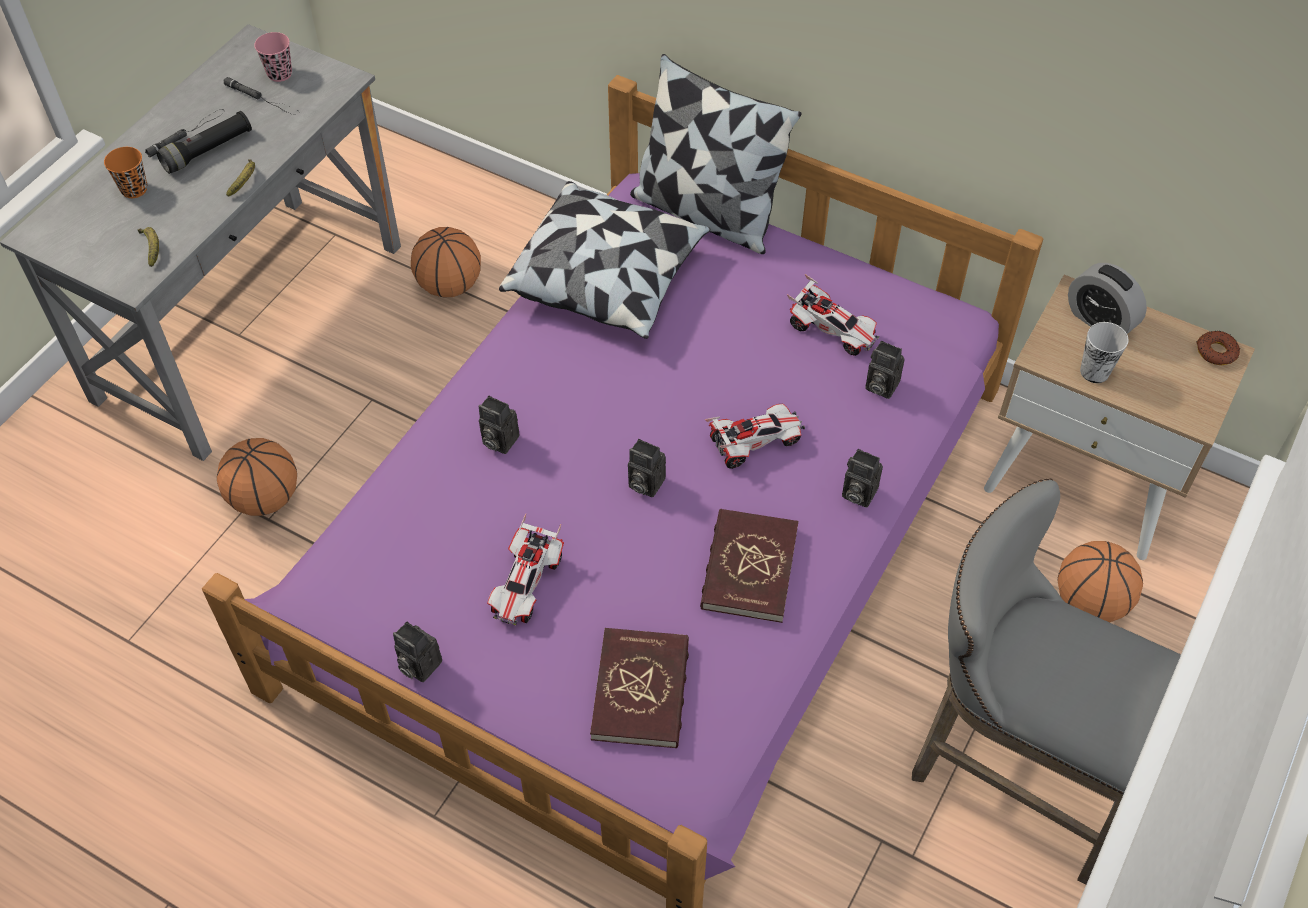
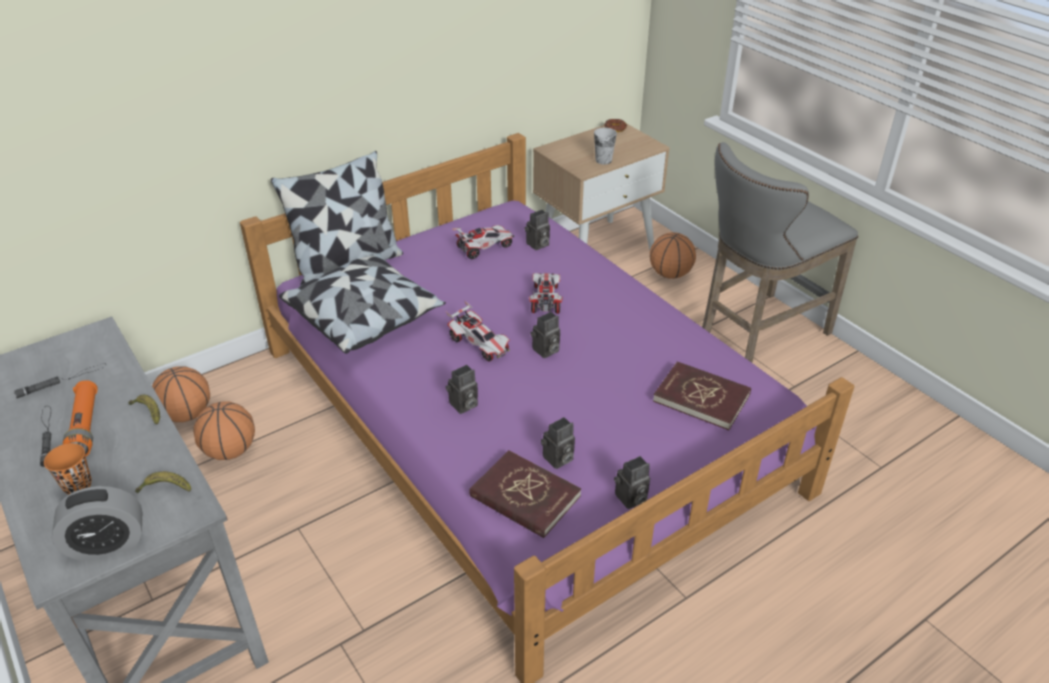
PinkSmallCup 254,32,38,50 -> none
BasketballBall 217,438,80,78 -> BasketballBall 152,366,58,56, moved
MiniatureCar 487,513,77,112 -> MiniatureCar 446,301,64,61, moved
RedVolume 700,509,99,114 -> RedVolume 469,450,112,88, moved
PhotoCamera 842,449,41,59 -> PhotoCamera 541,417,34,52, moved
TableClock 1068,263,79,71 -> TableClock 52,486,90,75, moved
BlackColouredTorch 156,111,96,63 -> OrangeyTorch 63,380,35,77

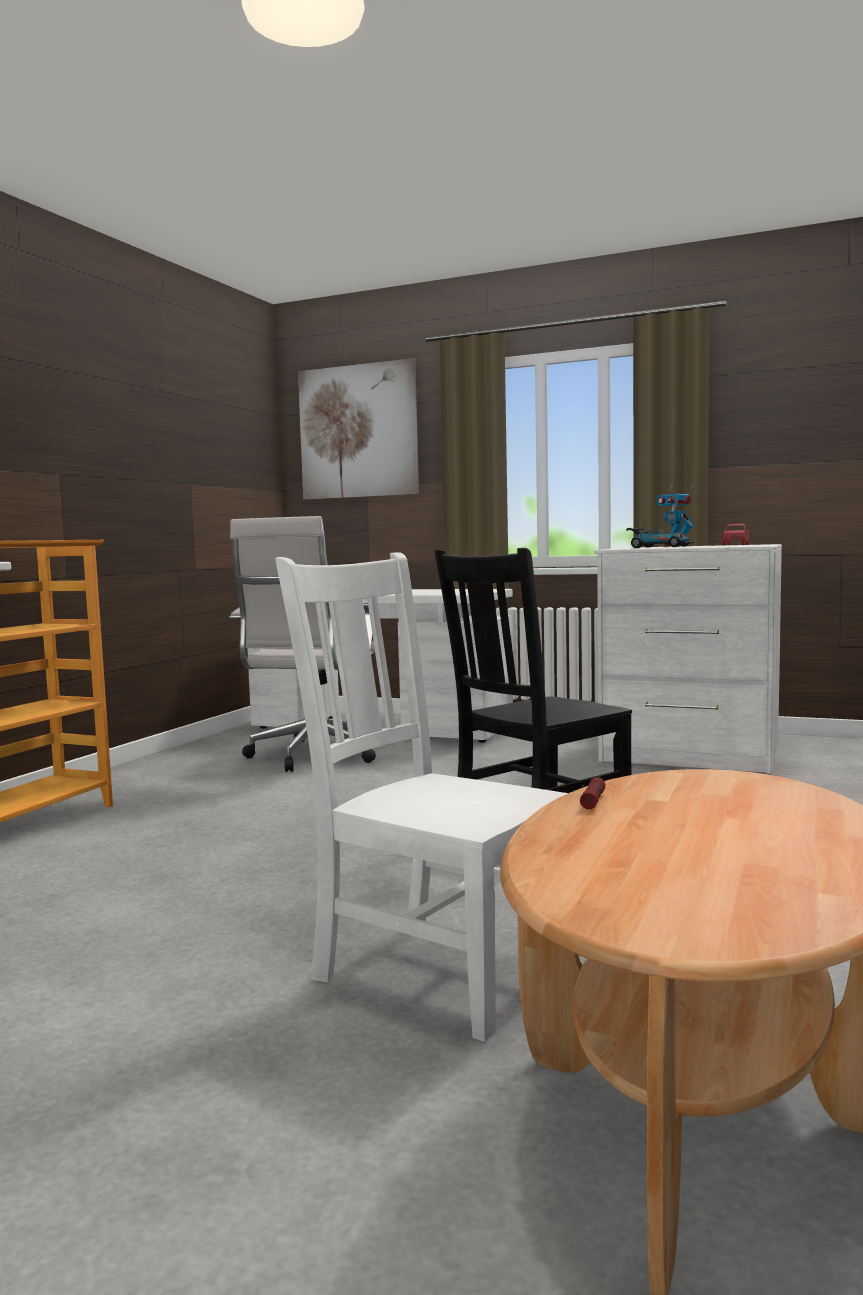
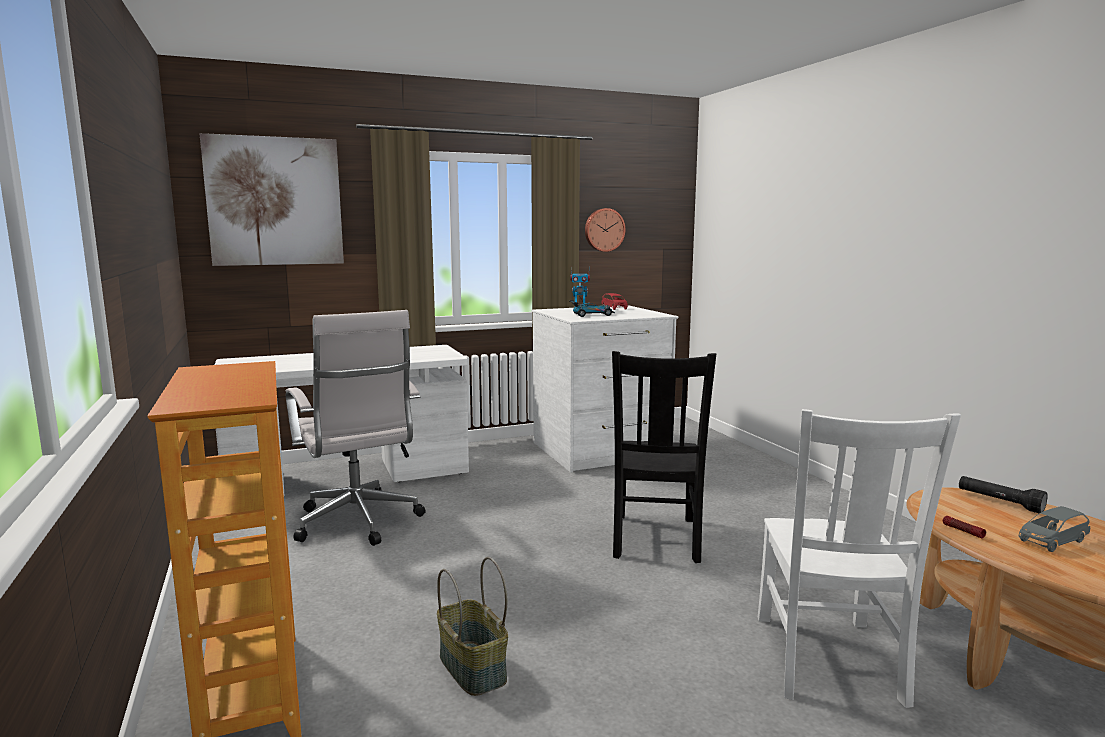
none -> HouseholdBasket 437,557,71,139
none -> WallClock 585,208,41,44
none -> BlackColouredTorch 959,476,89,37
none -> GreyMiniatureCar 1019,506,71,46
WhiteUprightChair 275,552,293,490 -> WhiteUprightChair 758,409,203,299, 75 degrees counterclockwise

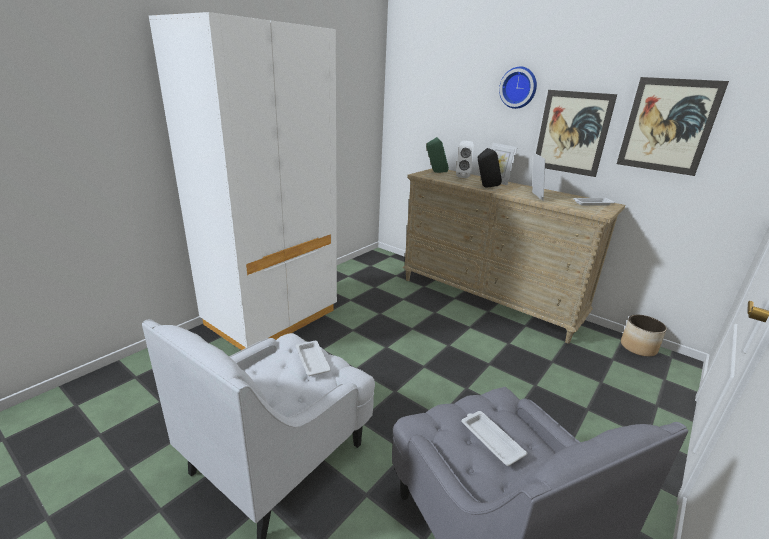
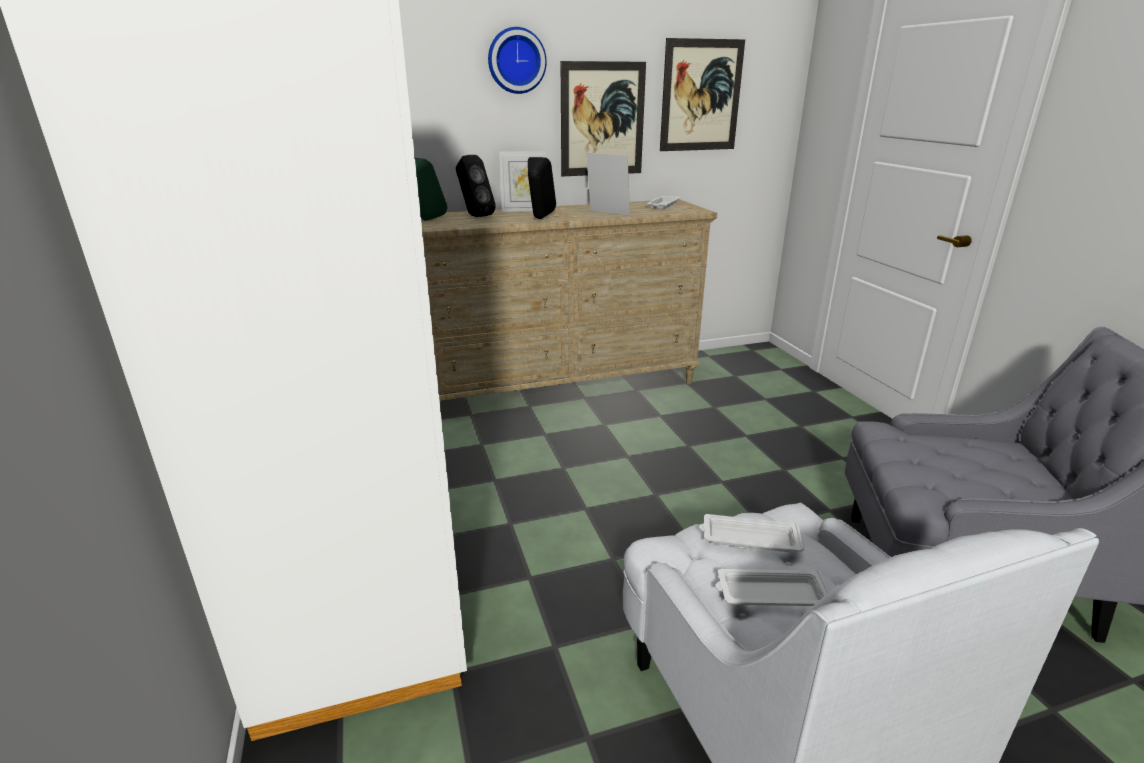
FlowerPot 621,315,46,42 -> none
WhiteCarryingTray 461,411,66,55 -> WhiteCarryingTray 715,569,115,37, moved
WhiteAudioSpeaker 456,141,18,37 -> BlackColouredAudioSpeaker 456,155,40,62

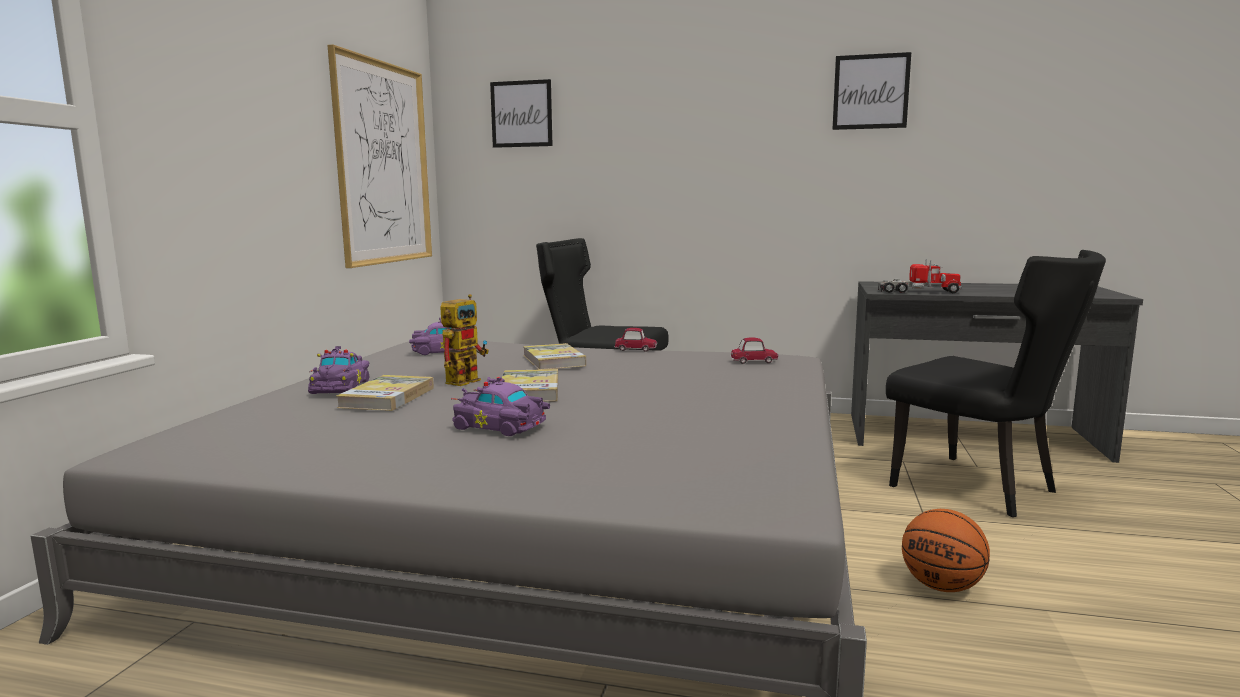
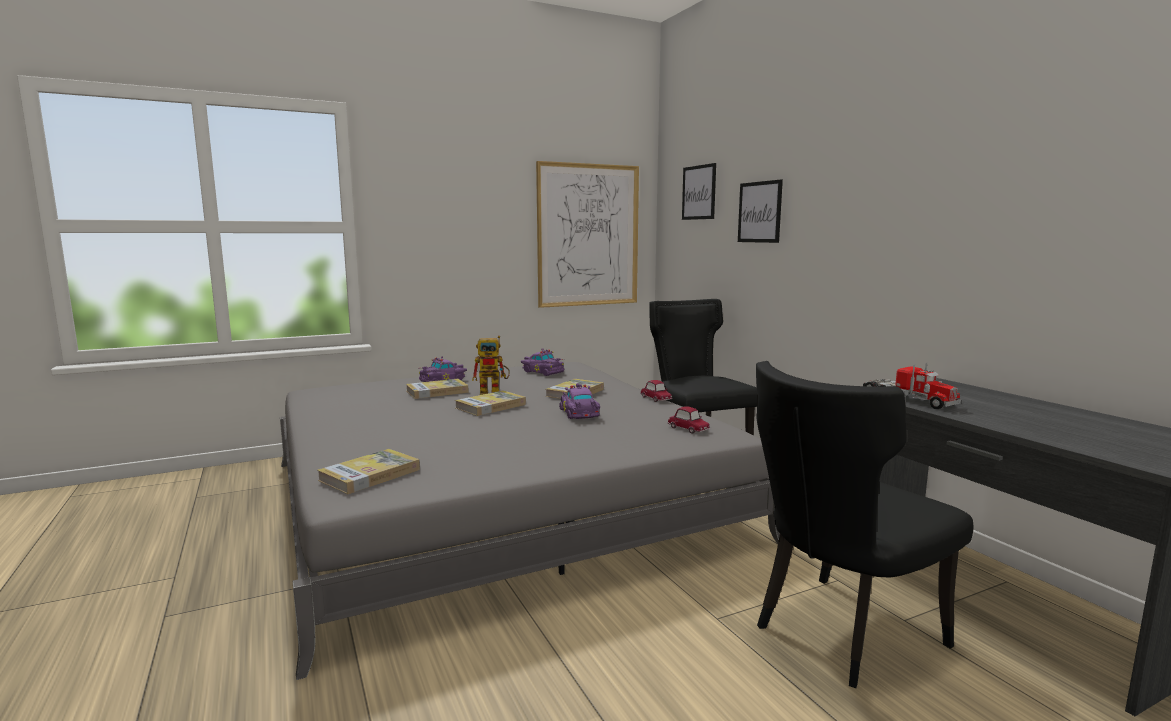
BasketballBall 902,509,88,83 -> none
none -> Volume 317,449,103,45
PurplishMiniatureCar 451,377,99,59 -> PurplishMiniatureCar 559,383,41,36, moved
WallArt 832,52,79,78 -> WallArt 738,179,45,64, moved
BlackColouredUprightChair 886,250,220,267 -> BlackColouredUprightChair 756,361,218,327, 45 degrees clockwise

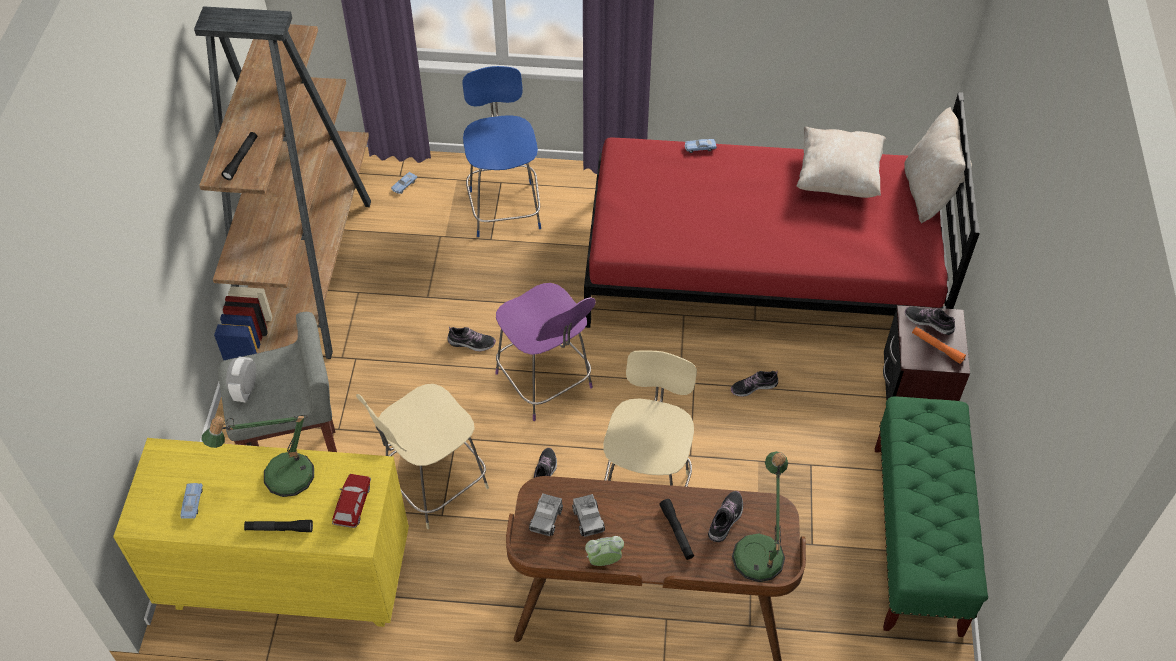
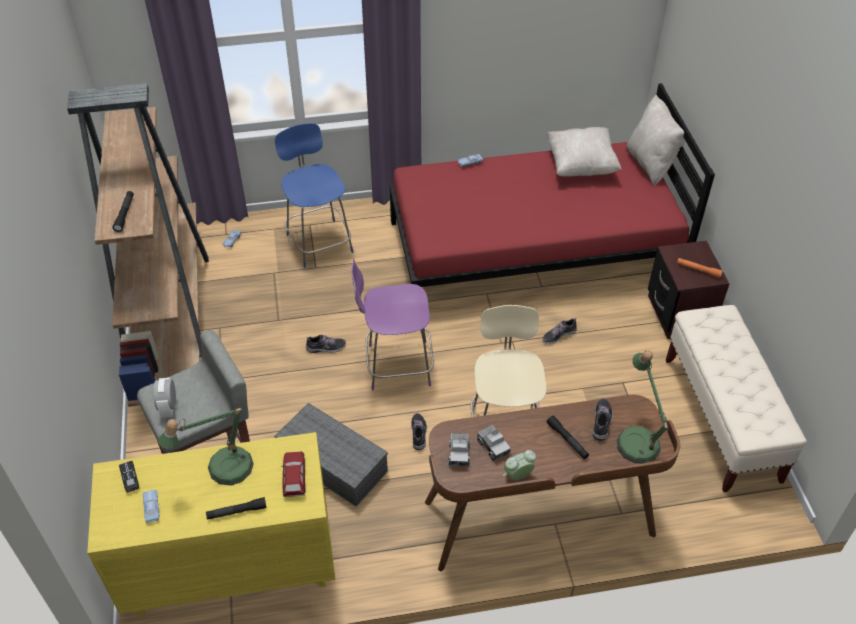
Shoe 905,307,50,28 -> none
none -> BlackColouredMiniatureCar 119,461,20,32
BeigeUprightChair 356,384,133,145 -> GreyStorageContainer 274,403,114,103
GreenBench 875,397,113,240 -> BeigeBench 666,305,141,187
PurplishUprightChair 495,283,101,138 -> PurplishUprightChair 351,258,83,132, 135 degrees clockwise

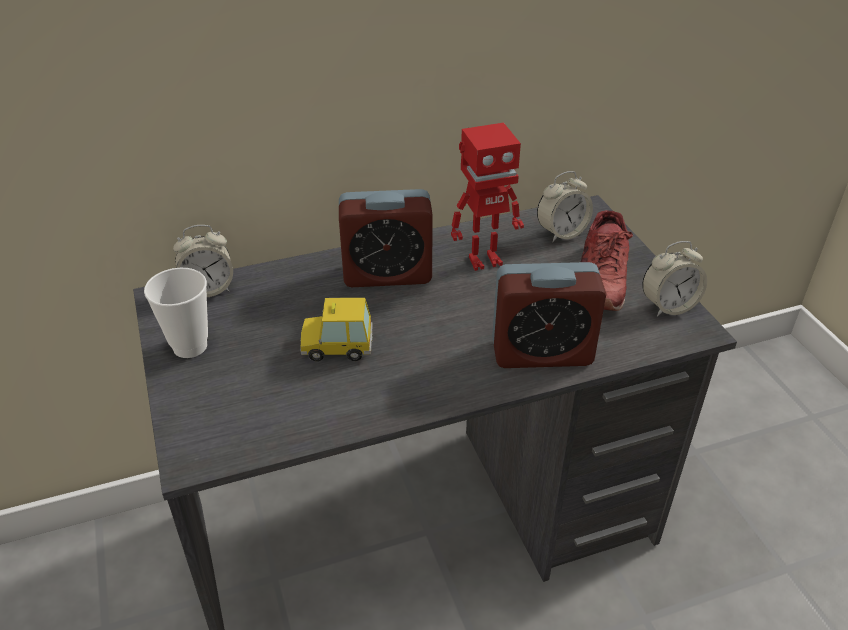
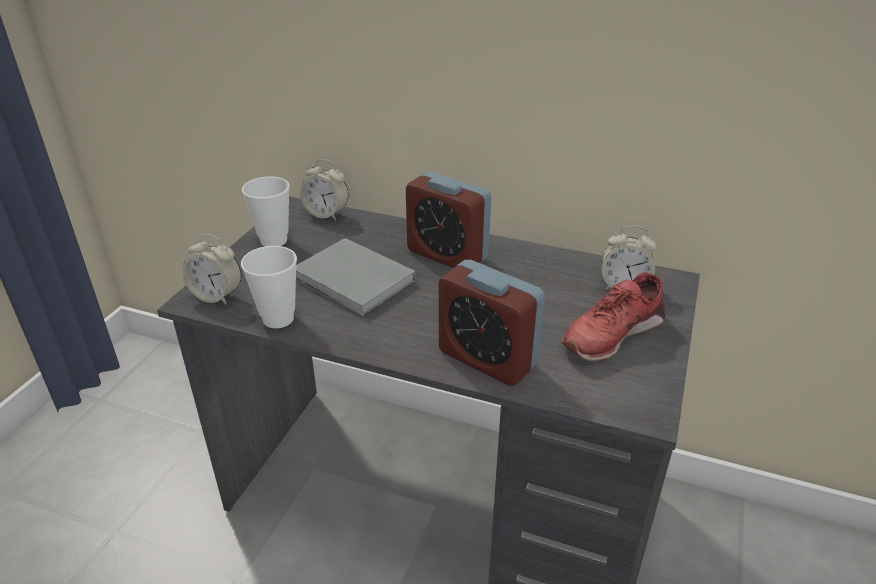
ToyRobot 451,123,73,148 -> none
none -> SmallCup 241,246,56,82
TableClock 642,241,65,76 -> TableClock 182,234,59,71, moved
MiniatureCar 300,298,73,63 -> GreyVolume 296,238,120,78

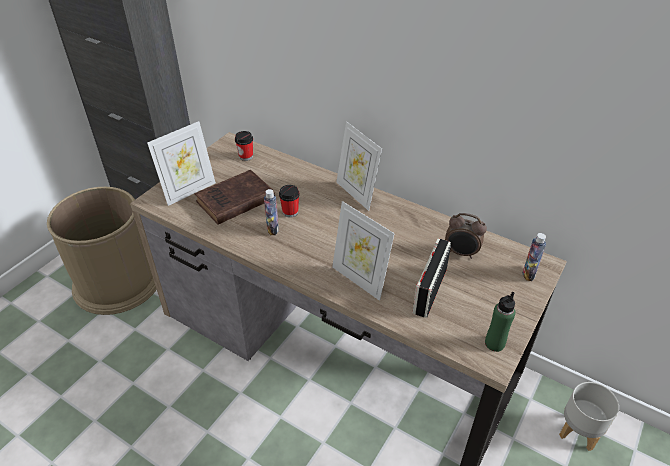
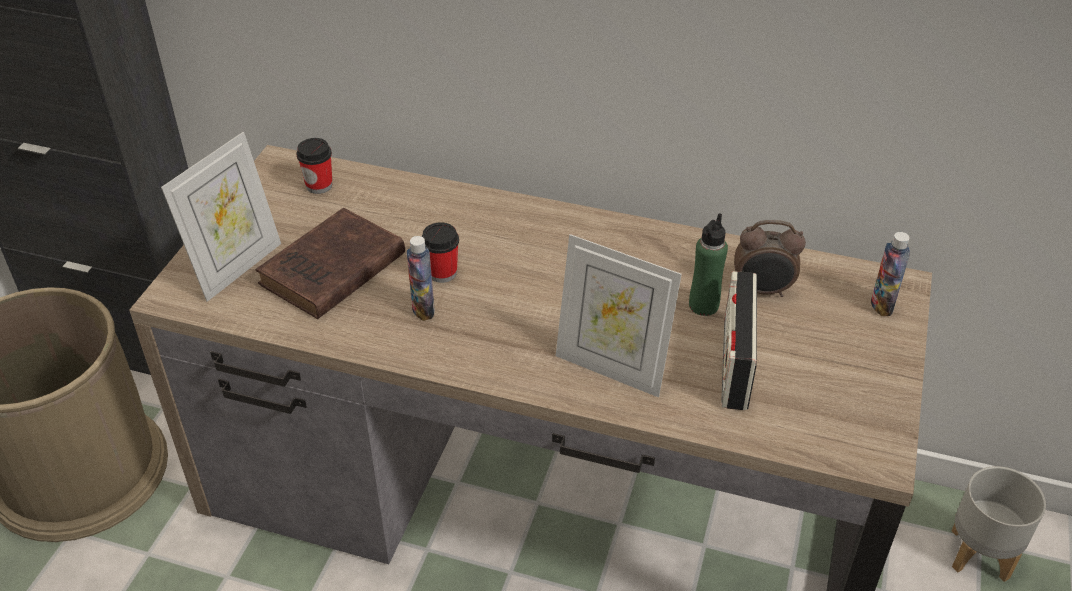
PictureFrame 336,122,46,89 -> none
GreenDrinkBottle 485,292,31,60 -> GreenDrinkBottle 689,213,39,103, moved

